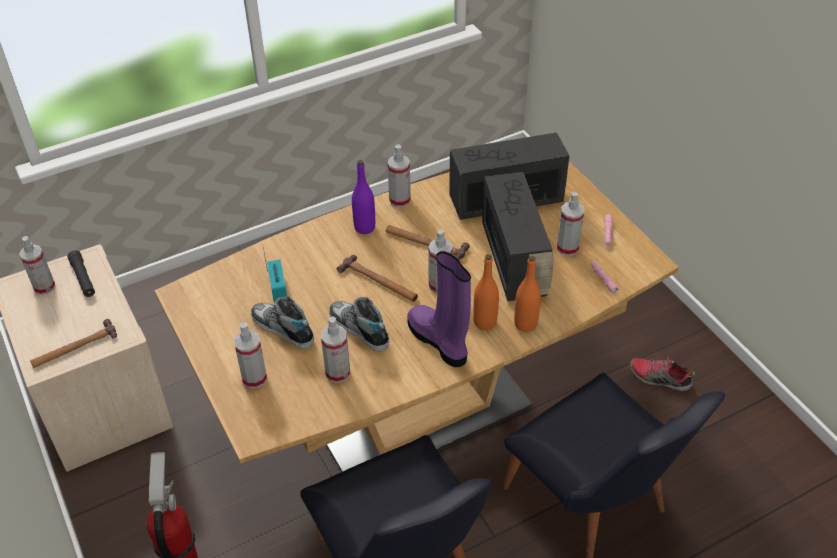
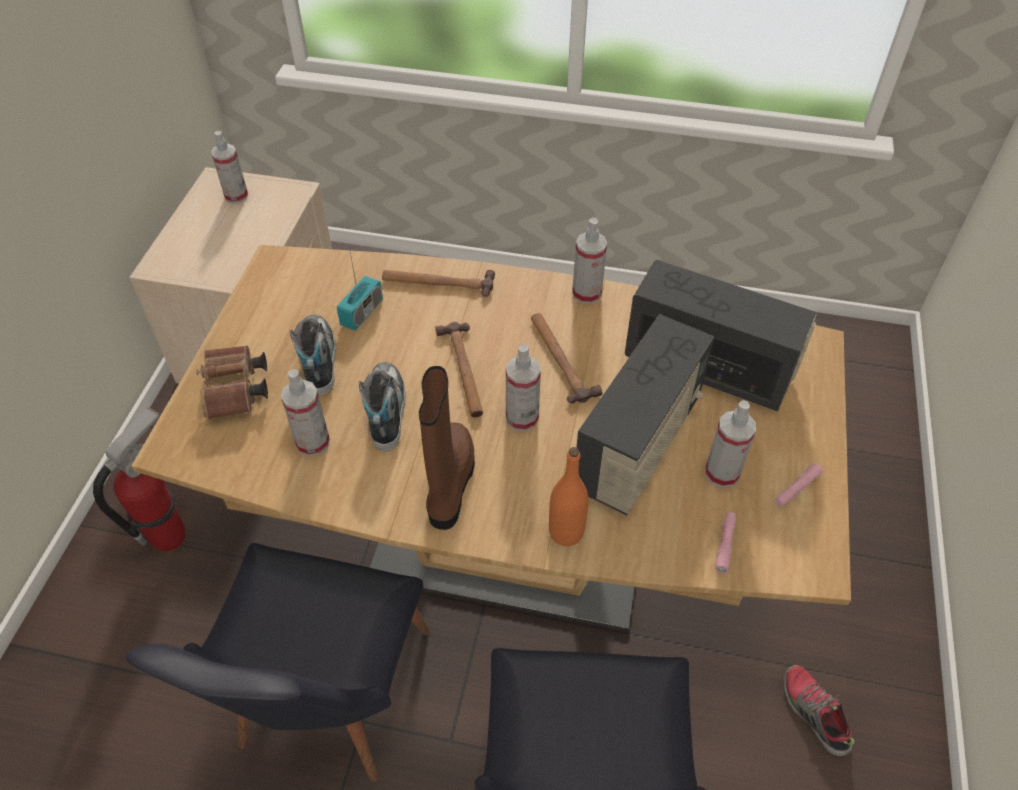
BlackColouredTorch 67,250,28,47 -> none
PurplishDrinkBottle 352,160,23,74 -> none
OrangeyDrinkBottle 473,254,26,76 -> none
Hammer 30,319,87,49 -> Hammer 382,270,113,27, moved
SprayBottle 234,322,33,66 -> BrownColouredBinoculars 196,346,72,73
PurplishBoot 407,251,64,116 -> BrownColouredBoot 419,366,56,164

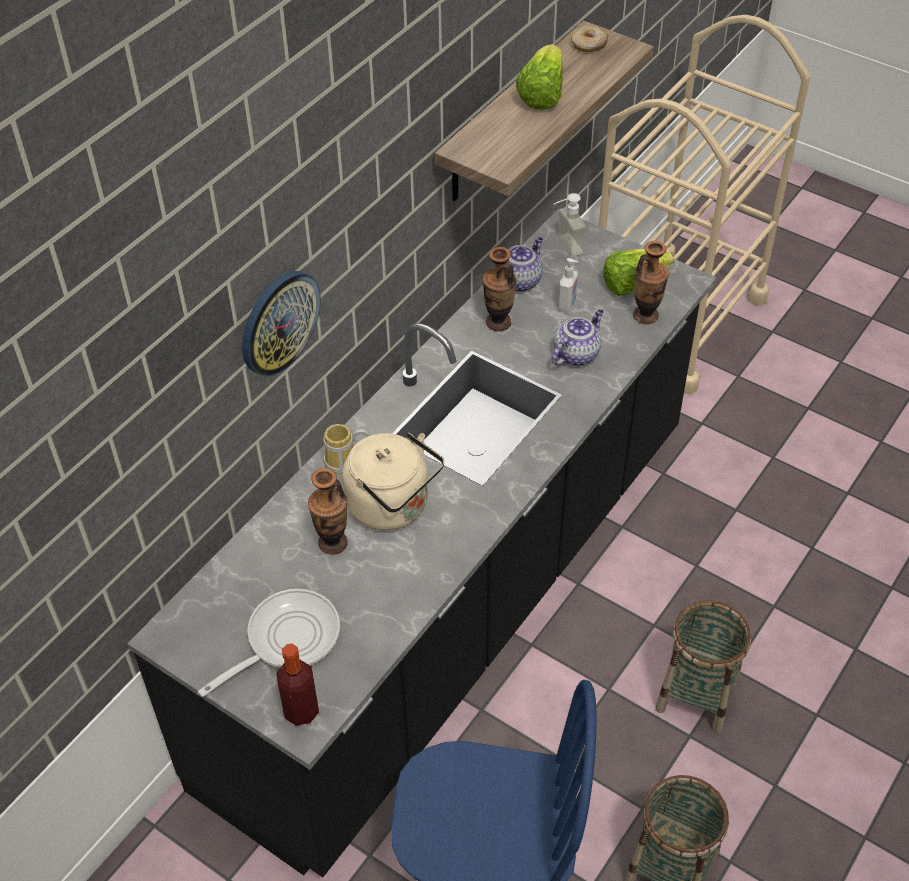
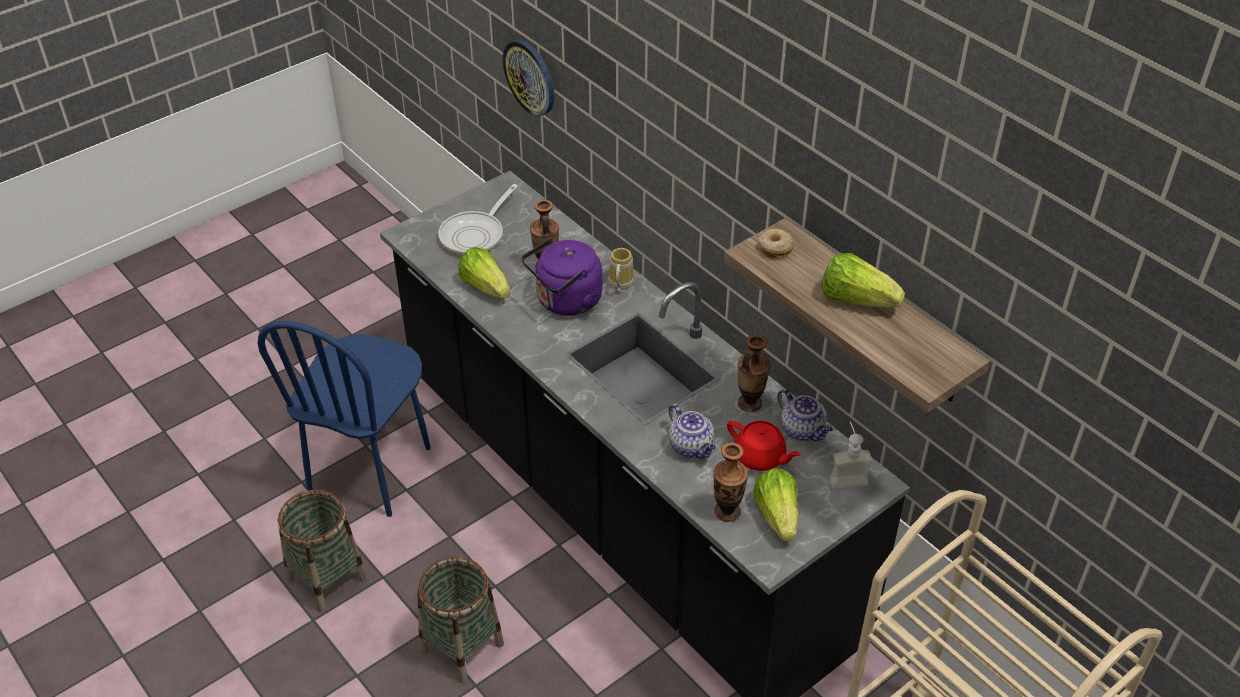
DrinkBottle 276,644,43,82 -> none
none -> HeadOfLettuce 458,247,52,52
WallClock 242,271,79,106 -> WallClock 503,39,51,77, moved
Doughnut 571,25,37,27 -> Doughnut 758,229,36,30, moved
SoapDispenser 558,258,20,54 -> RedPotForTea 727,421,74,50
BeigeKettle 342,433,102,98 -> PurplishKettle 522,238,80,78
Skillet 198,589,142,108 -> Skillet 438,184,80,71, 60 degrees clockwise

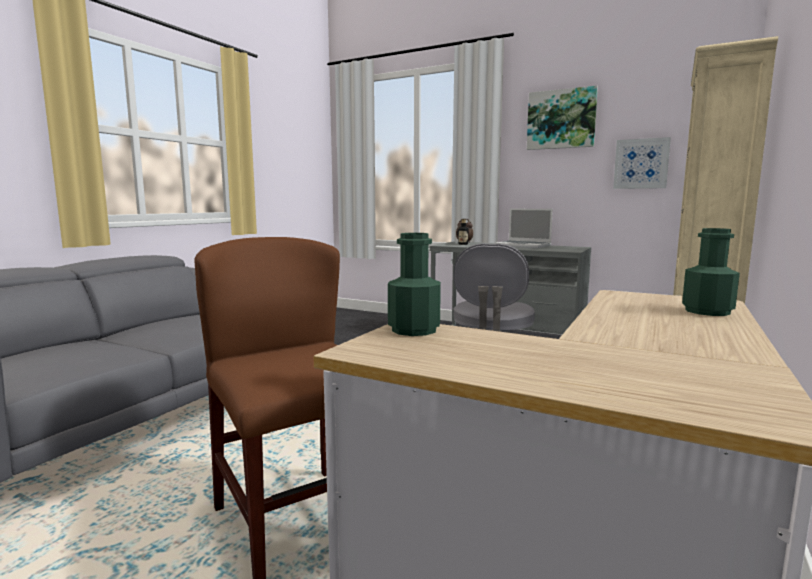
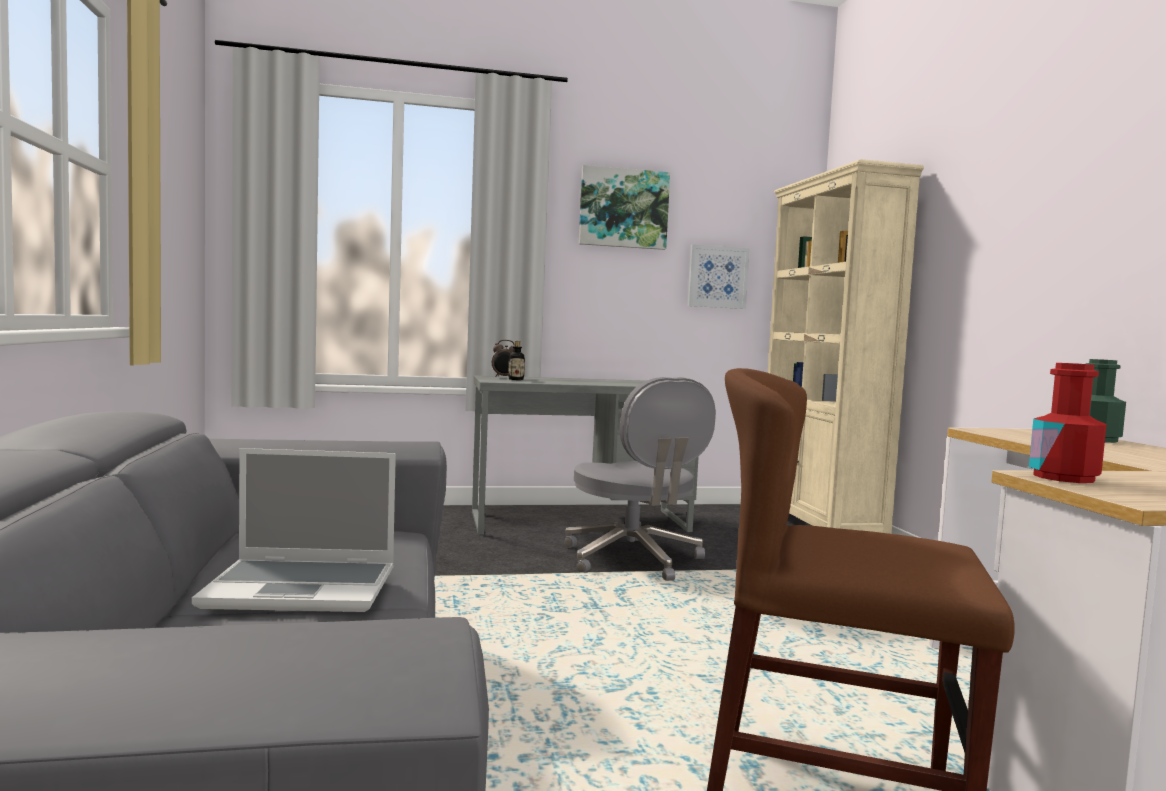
PortableComputer 495,209,58,39 -> PortableComputer 192,448,204,164, moved
GreenDrinkBottle 388,233,53,103 -> RedDrinkBottle 1029,363,78,120

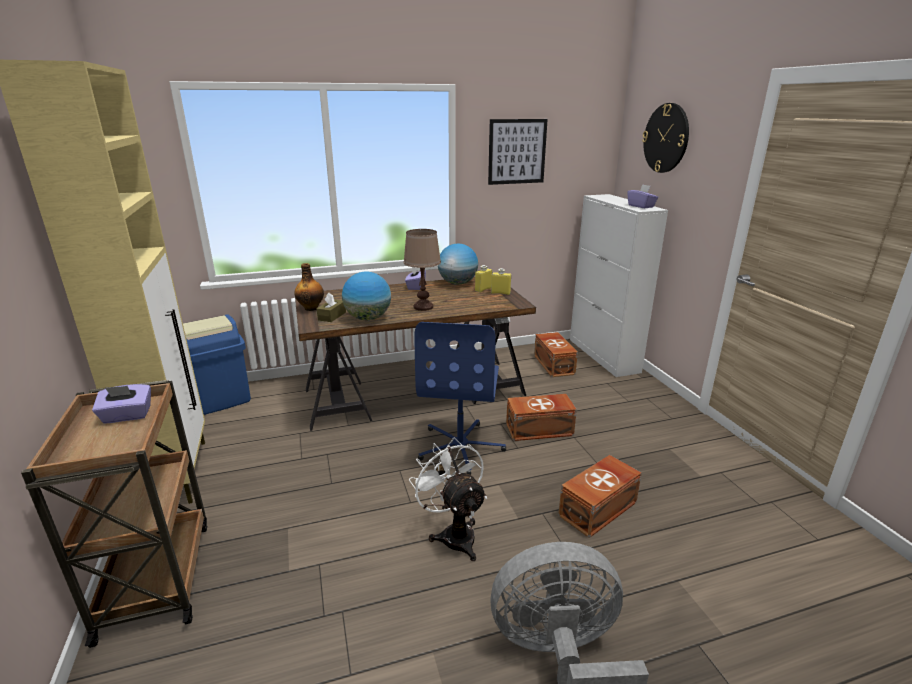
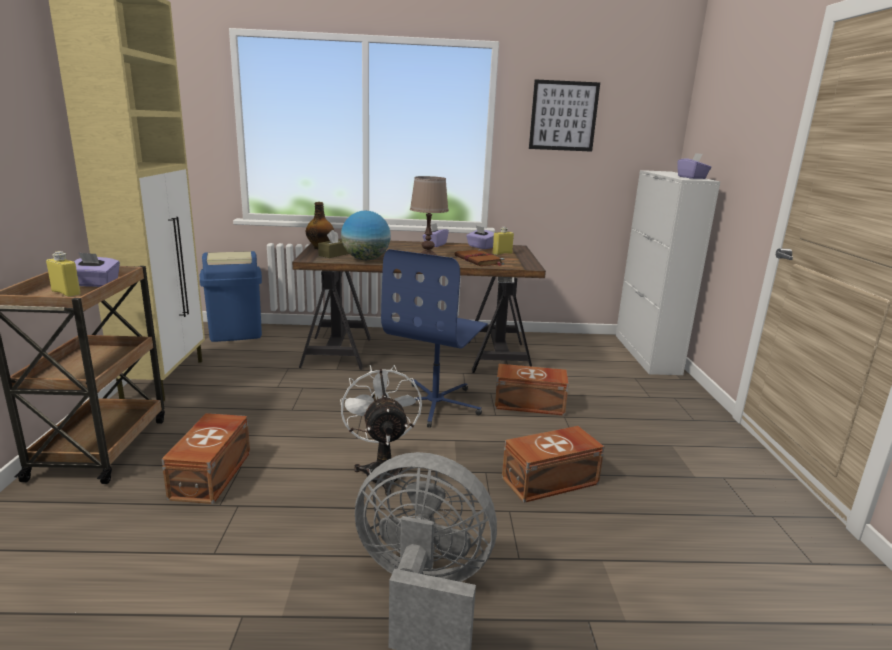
WallClock 642,103,47,70 -> none
none -> BrownColouredVolume 455,249,49,17
YellowishDrinkBottle 491,268,20,27 -> YellowishDrinkBottle 46,251,35,46, moved
BrownColouredStorageContainer 534,332,44,45 -> BrownColouredStorageContainer 161,413,89,91, moved
Globe 438,243,40,42 -> PurplishTissueBox 466,226,28,23

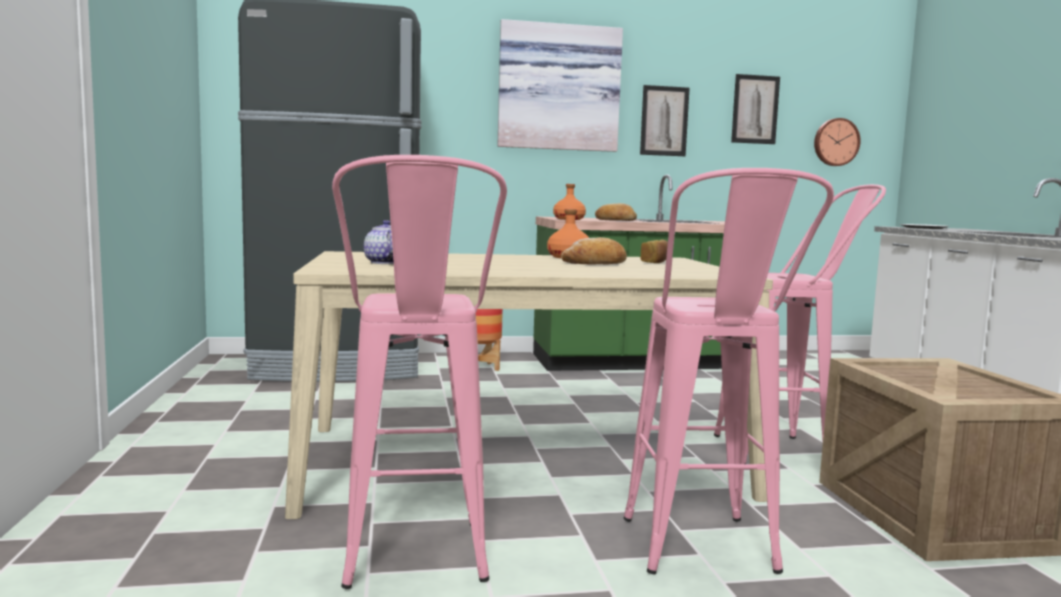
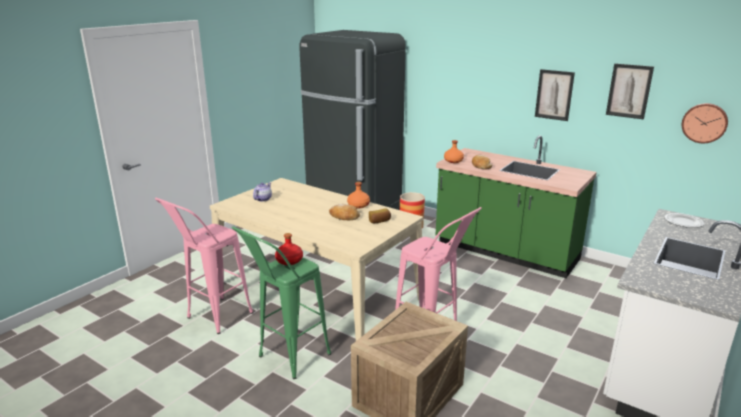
WallArt 498,19,125,133 -> none
none -> RedDrinkBottle 275,233,28,32
PinkSittingStool 624,168,210,406 -> GreenSittingStool 232,226,99,153

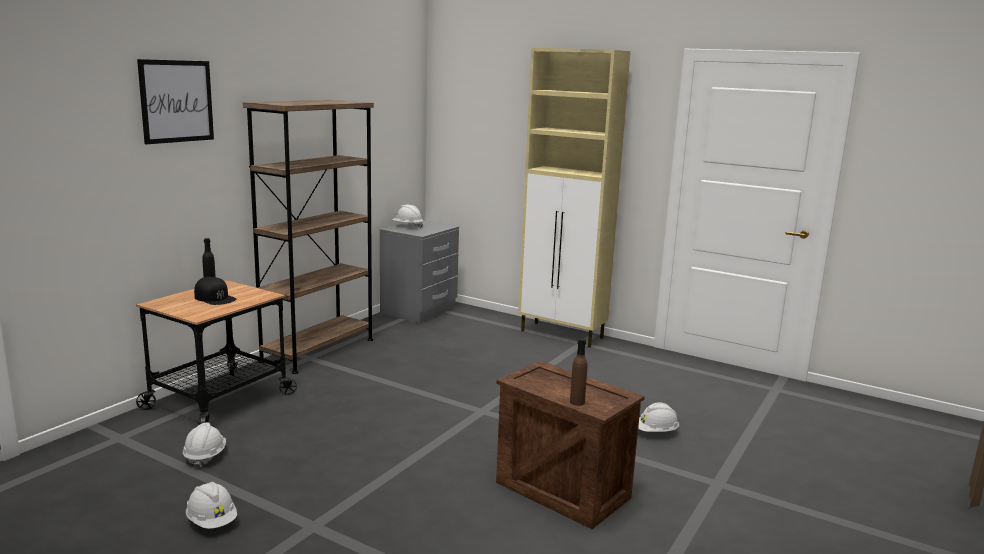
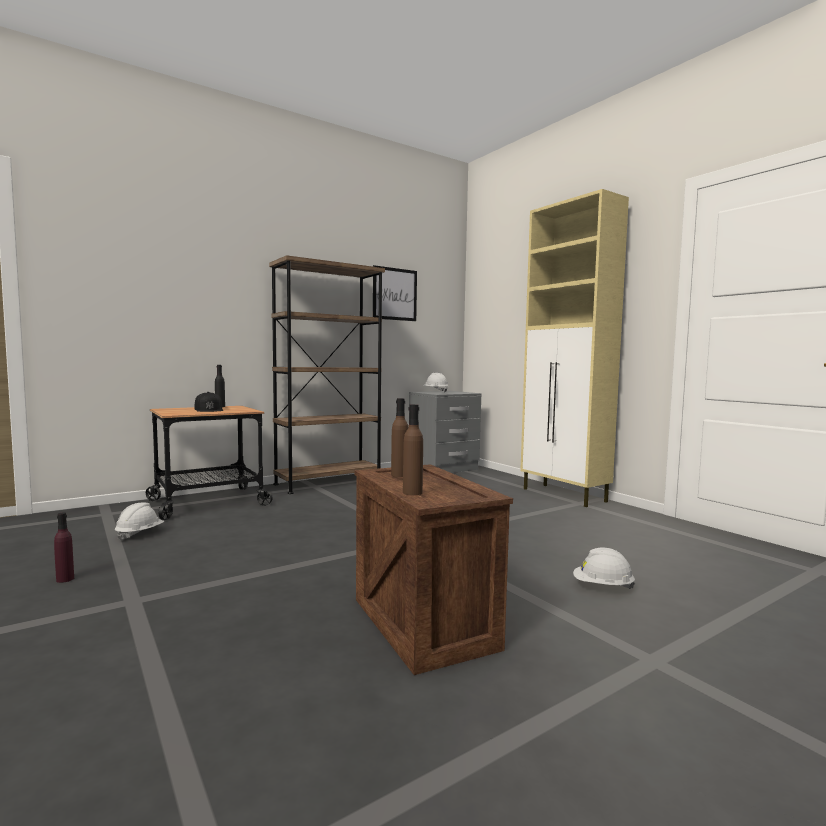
none -> BrownColouredDrinkBottle 391,398,17,79
WallArt 137,59,77,85 -> WallArt 373,265,44,56, moved
WhiteHardHat 186,482,51,47 -> PurplishDrinkBottle 54,512,20,71

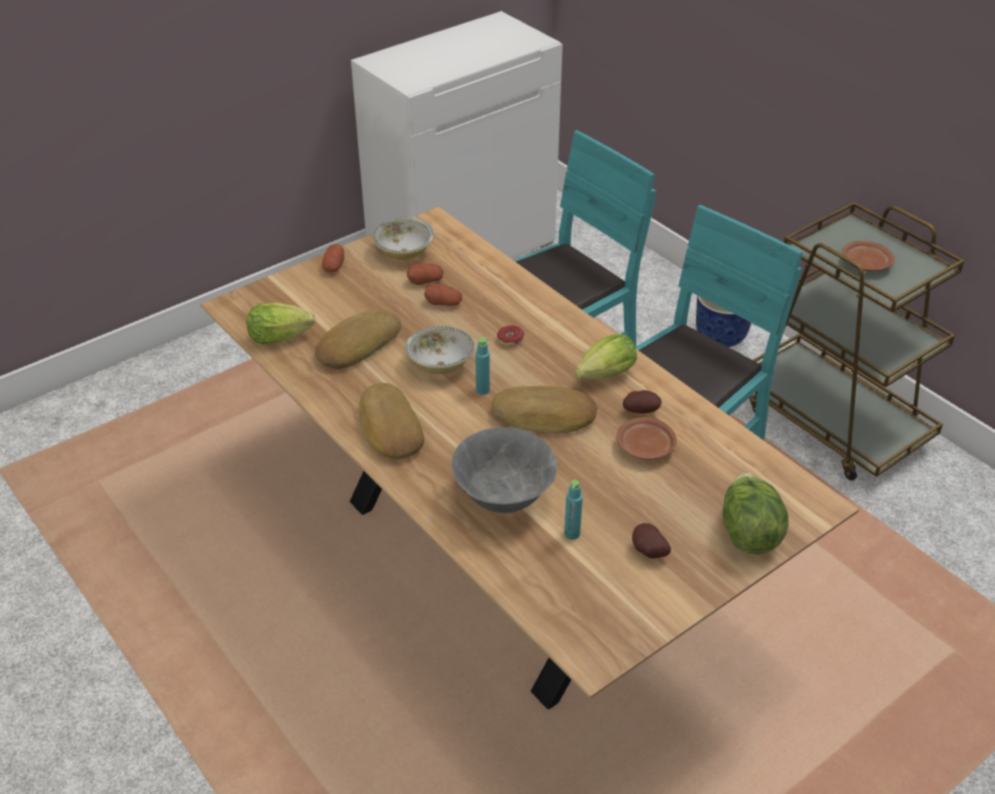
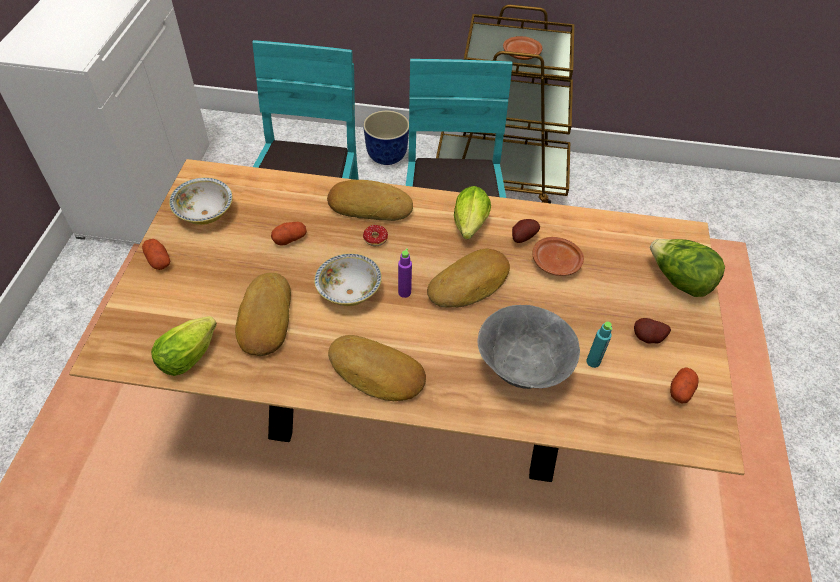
none -> Bread 327,180,86,41
Spud 407,263,36,22 -> Spud 670,367,28,37, moved
BlueGreenDrinkBottle 475,338,15,57 -> PurplishDrinkBottle 398,248,14,50

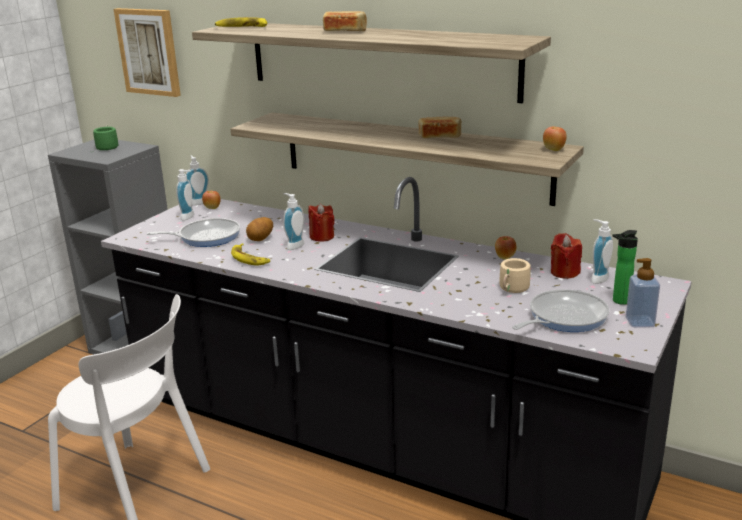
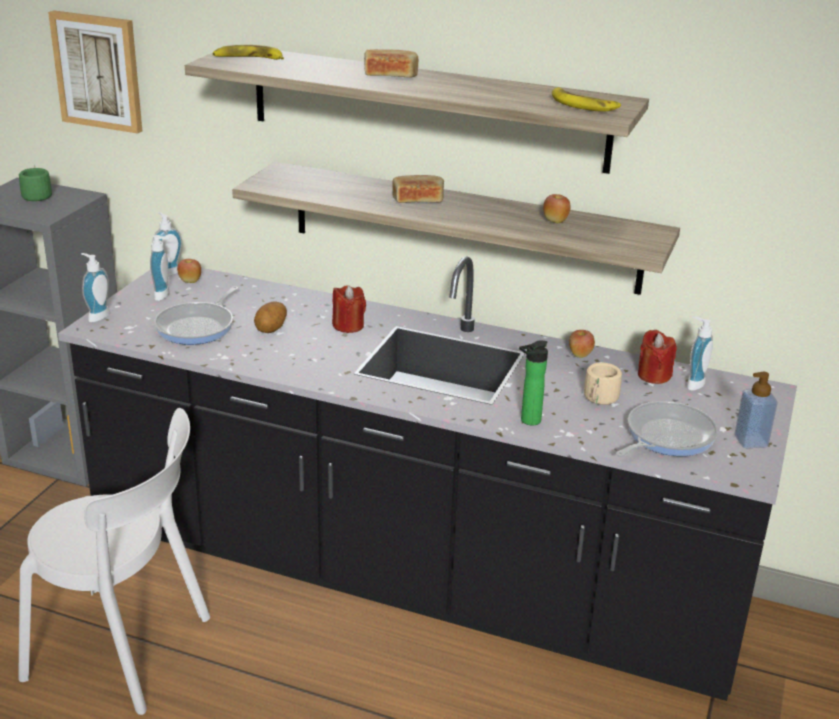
WholeBanana 231,243,39,23 -> WholeBanana 552,87,69,25, moved
SoapDispenser 283,193,21,57 -> SoapDispenser 81,253,29,69, moved
Bread 418,117,43,21 -> Bread 392,175,52,28, moved
Apple 543,127,24,24 -> Apple 543,194,27,29, moved
DrinkBottle 612,230,26,75 -> DrinkBottle 519,340,29,86, moved
Skillet 147,218,93,29 -> Skillet 154,286,85,59, 135 degrees clockwise

